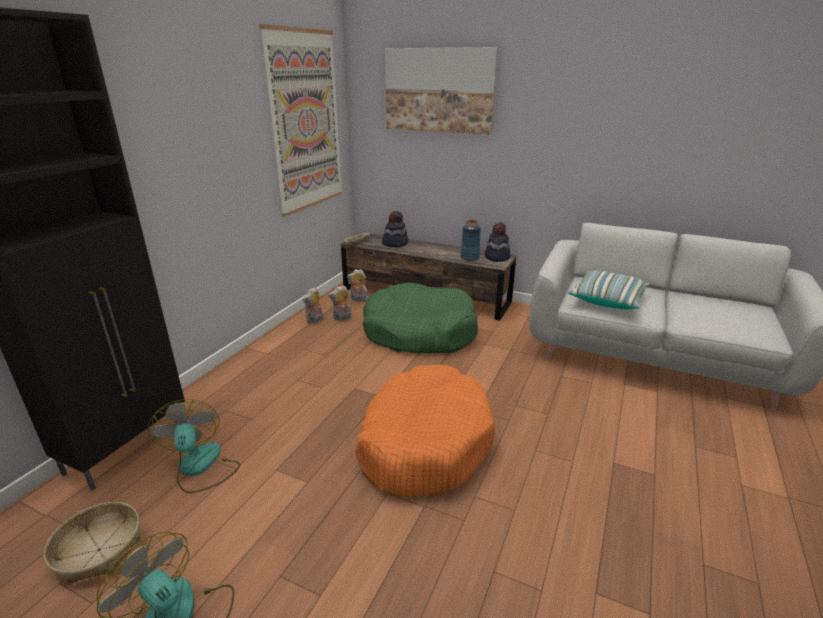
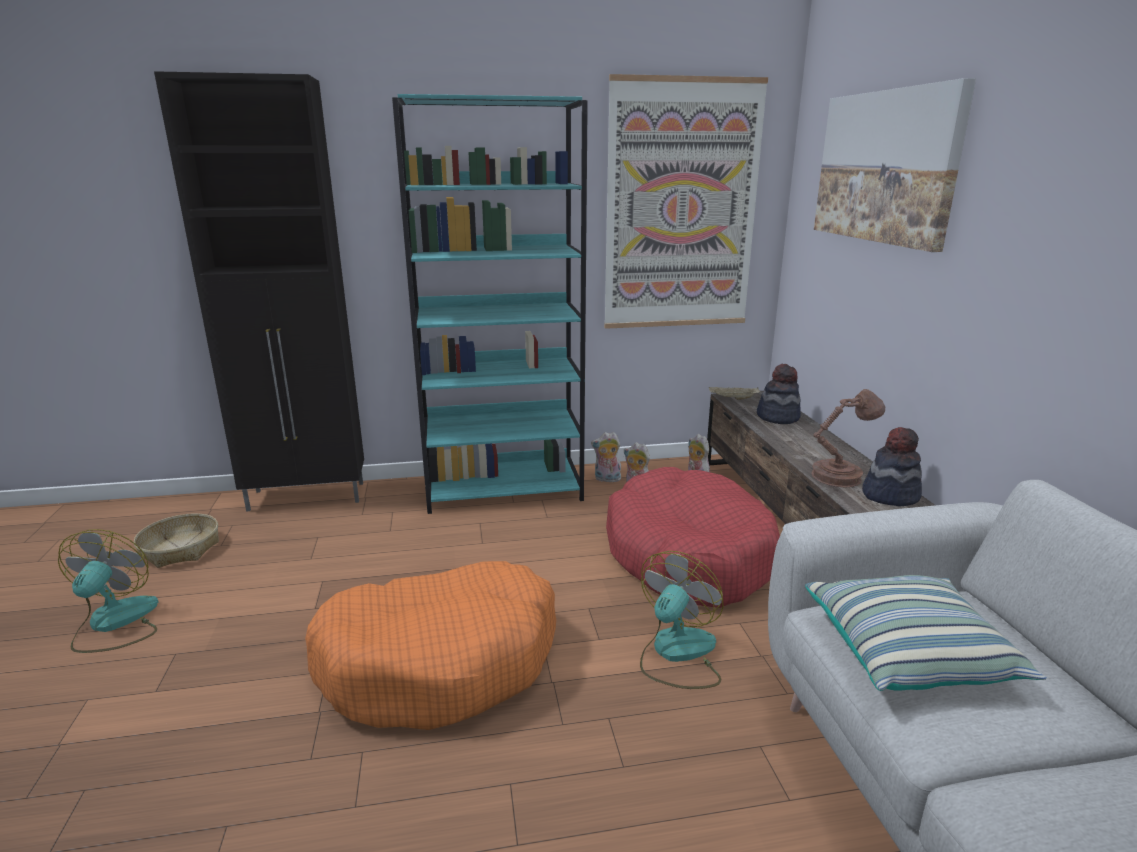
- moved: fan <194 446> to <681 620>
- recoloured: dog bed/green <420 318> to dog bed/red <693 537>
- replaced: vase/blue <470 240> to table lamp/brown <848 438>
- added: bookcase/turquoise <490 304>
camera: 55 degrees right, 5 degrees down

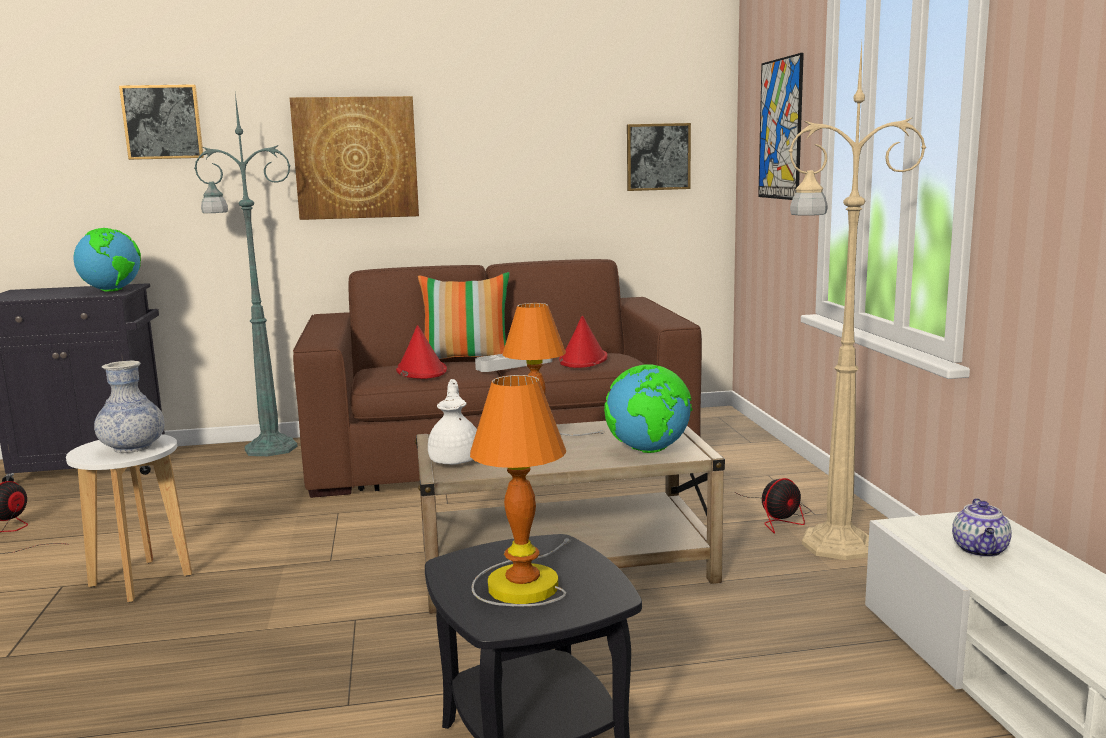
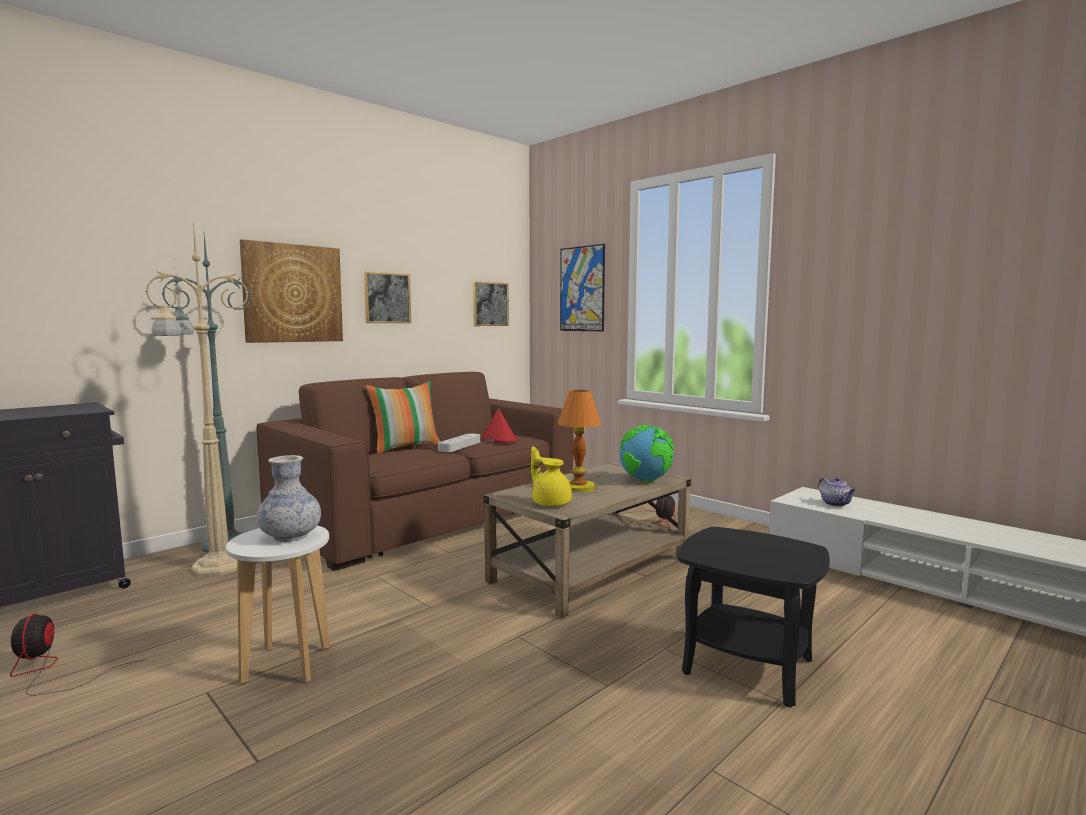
- removed: globe <107 260>
- moved: picture <161 122> to <387 297>
- removed: hat/red <421 352>
- recoloured: teapot/white <452 422> to teapot/yellow <551 476>
- removed: table lamp <520 491>
- moved: floor lamp/beige <857 302> to <197 399>
camera: 35 degrees left, 5 degrees down

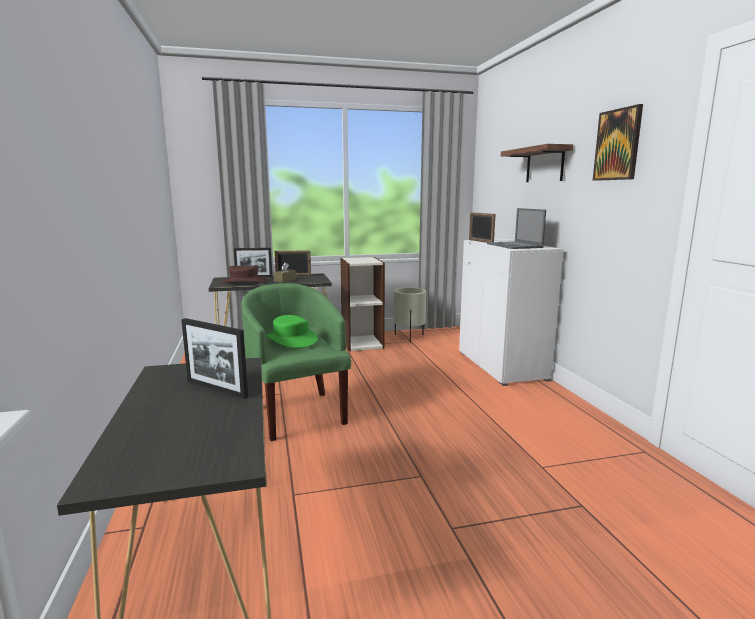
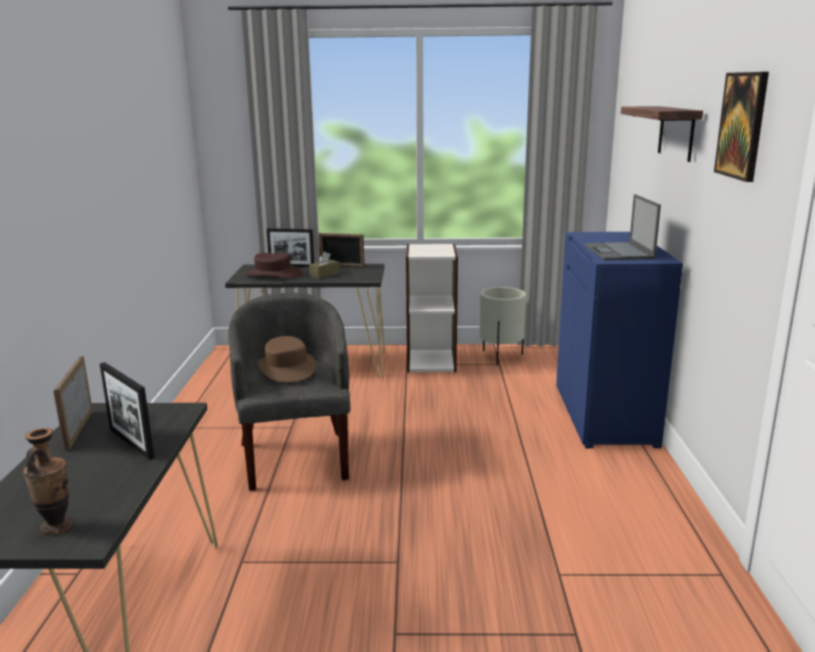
- recoloured: armchair/green <296 362> to armchair/grey <289 392>
- recoloured: hat/green <292 331> to hat/brown <287 359>
- recoloured: cabinet/white <511 312> to cabinet/blue <619 340>
- moved: picture frame <482 227> to <73 403>
- added: vase <47 481>
camera: 15 degrees right, 5 degrees up

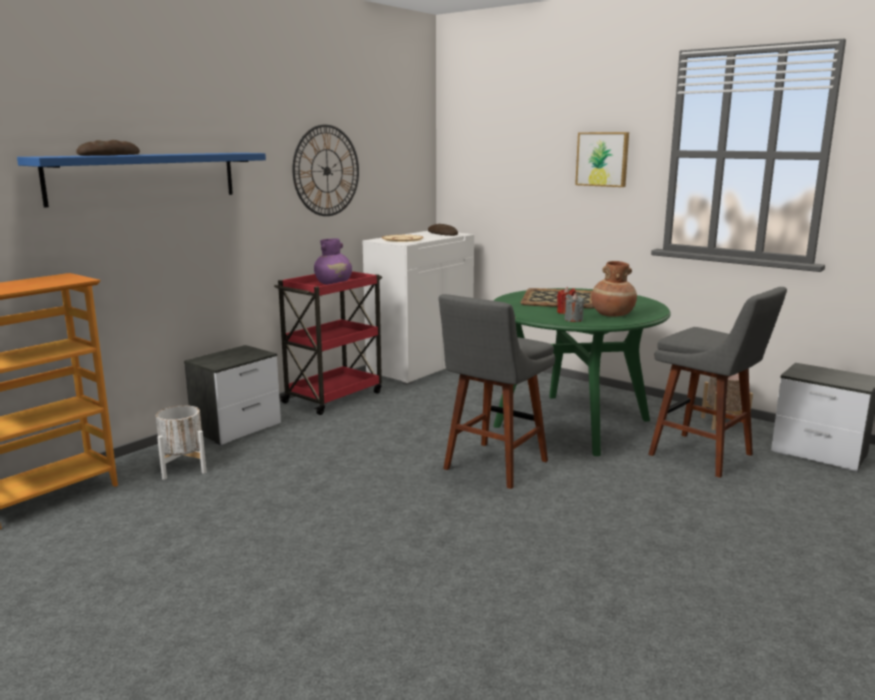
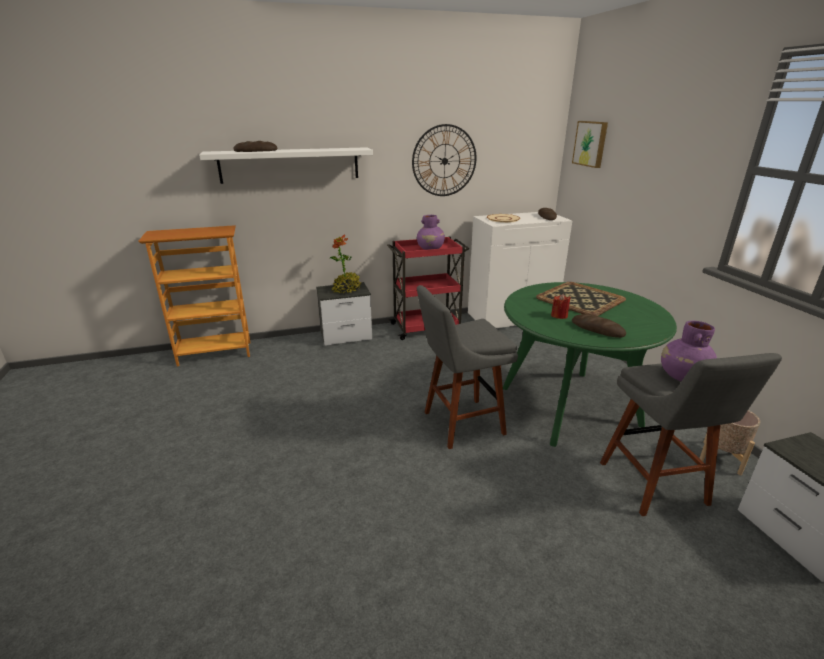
- recoloured: shelf/blue <141 180> to shelf/white <286 165>
- removed: planter/white <181 442>
- removed: candle/grey <574 307>
- moved: picture <602 159> to <590 144>
- replaced: vase/brown <614 289> to bread <599 326>
- added: potted plant <345 263>
- added: vase/purple <689 351>
camera: 35 degrees right, 10 degrees up

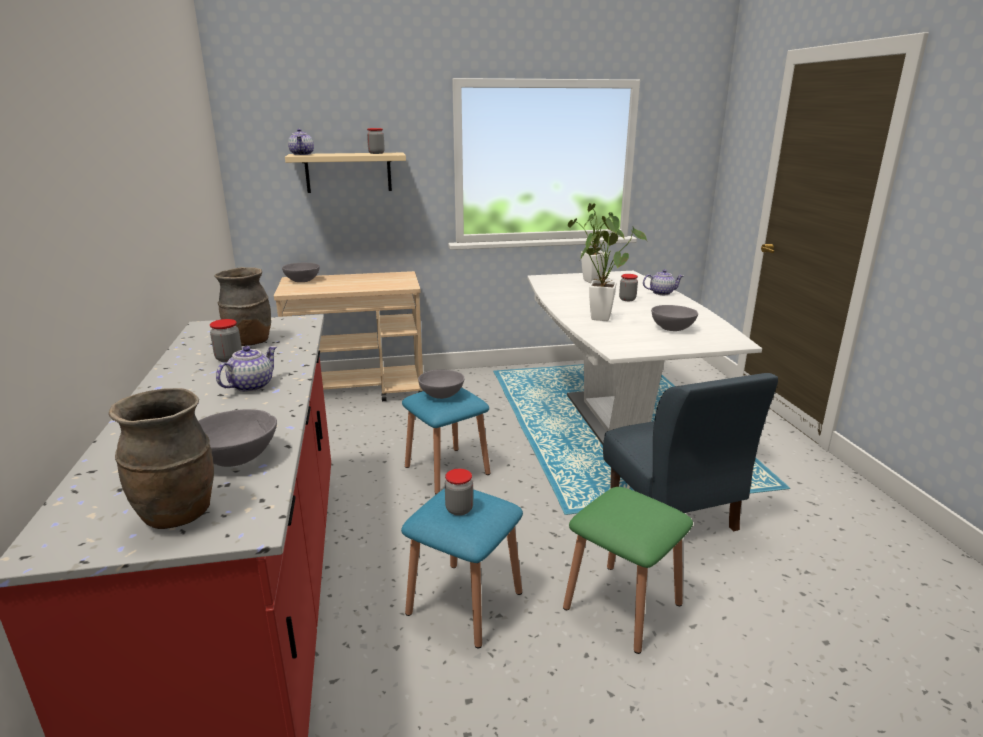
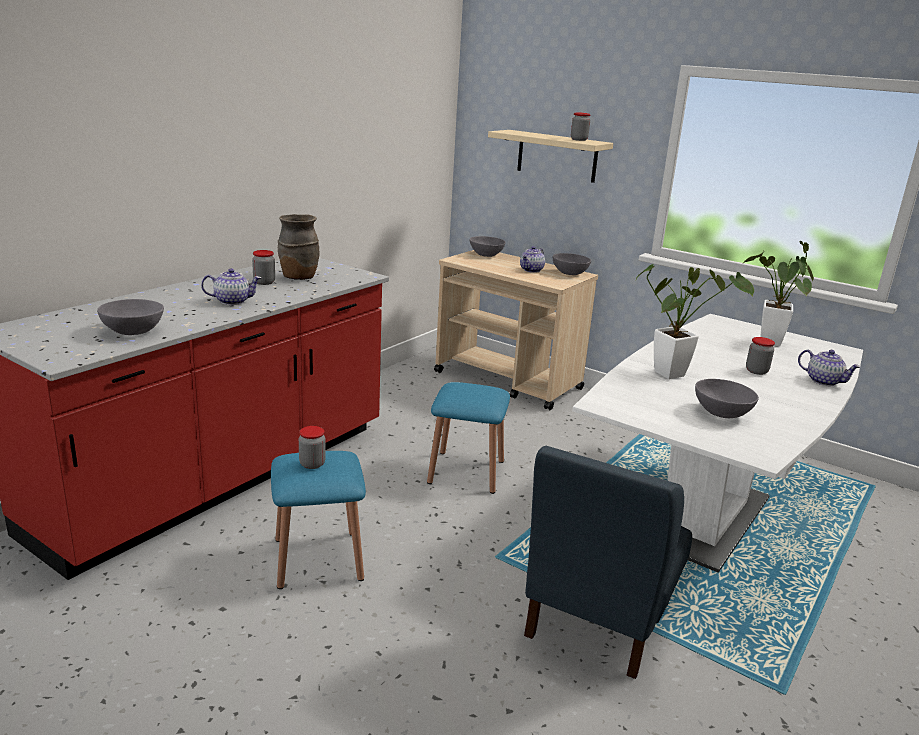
- removed: vase/brown <161 458>
- moved: teapot <301 142> to <532 259>
- moved: bowl/grey <441 384> to <572 264>
- removed: stool/green <628 570>
camera: 45 degrees right, 0 degrees up

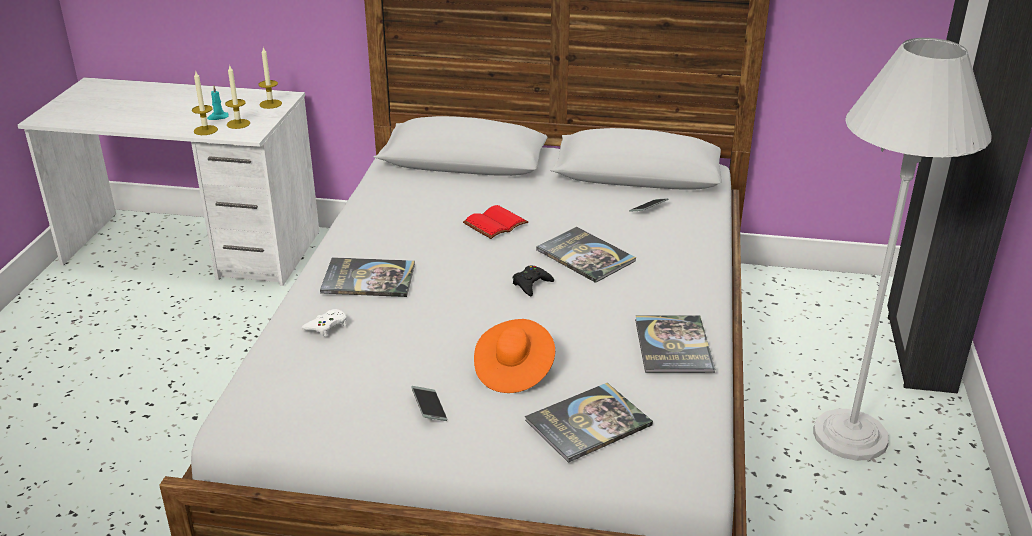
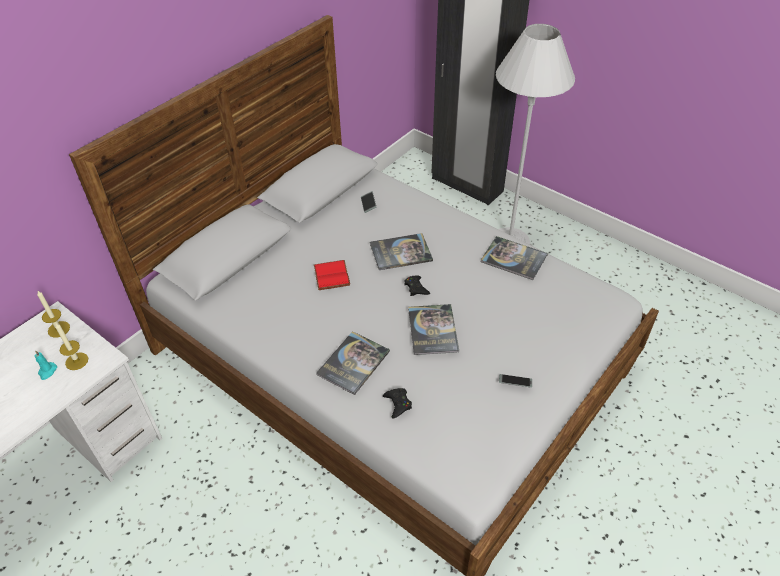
- removed: candle <205 103>
- recoloured: game controller/white <324 323> to game controller/black <397 403>
- removed: hat/orange <514 356>
- moved: book <589 423> to <433 329>
camera: 60 degrees left, 15 degrees up

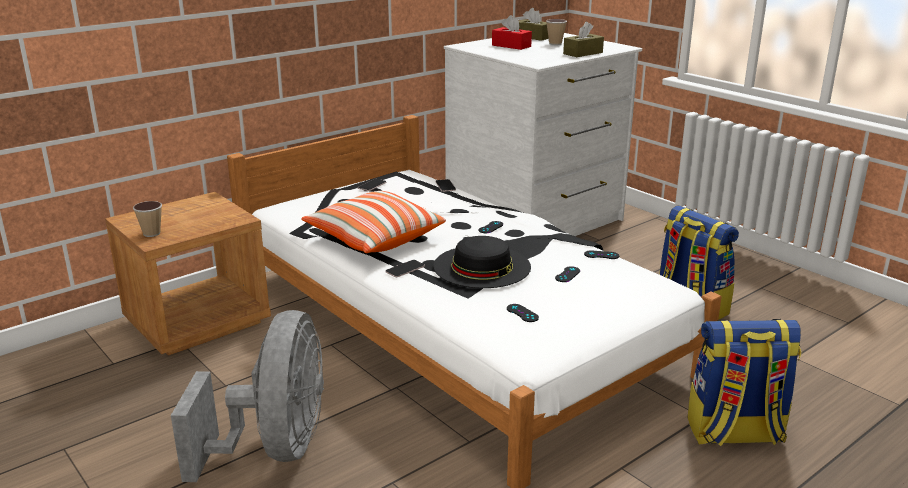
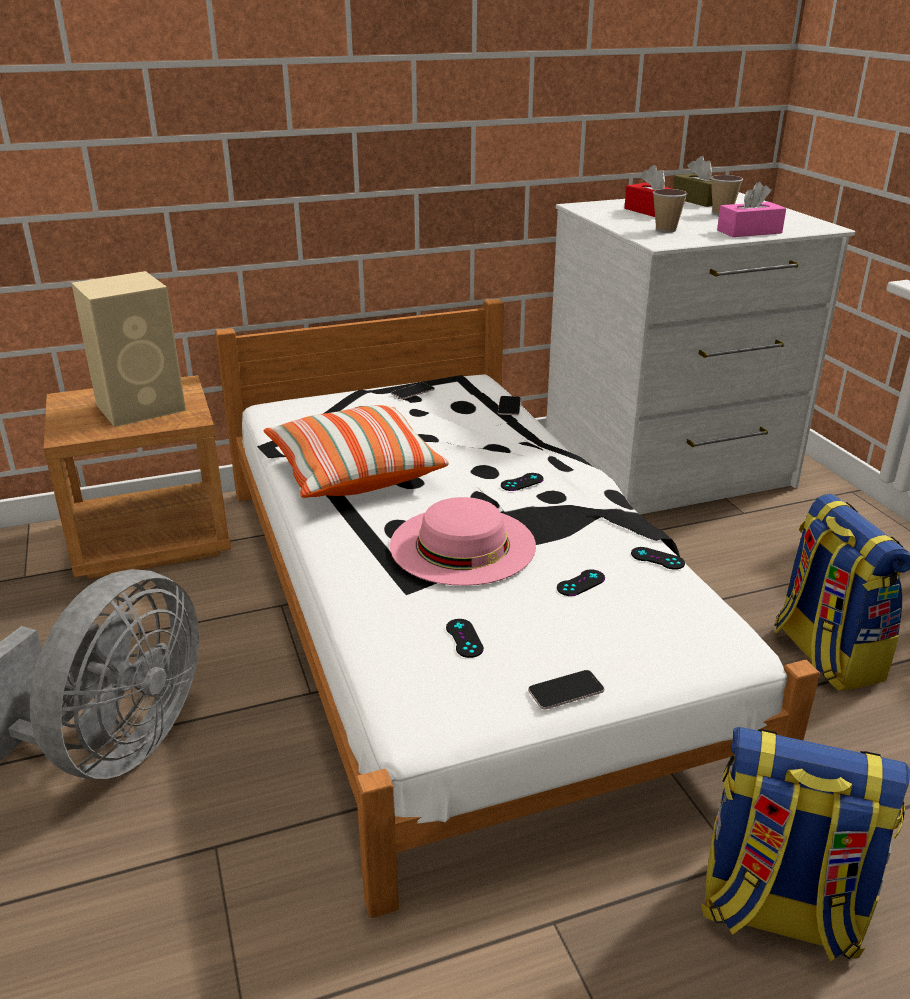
- moved: cup <147 219> to <670 211>
- moved: phone <405 268> to <566 689>
- recoloured: hat/black <482 262> to hat/pink <463 541>
- recoloured: tissue box/brown <583 39> to tissue box/pink <751 209>
- added: speaker/beige <129 349>
camera: 20 degrees right, 5 degrees up

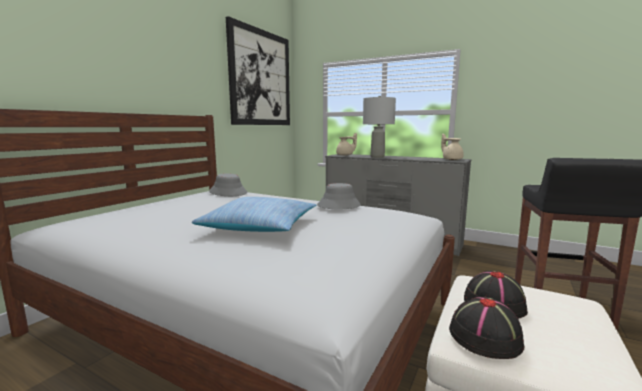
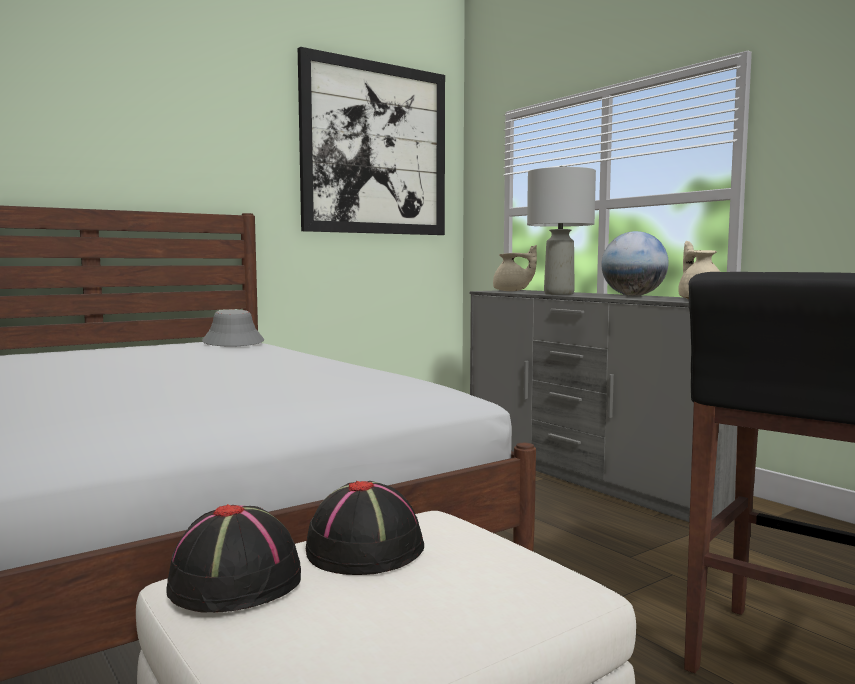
- removed: pillow <254 214>
- removed: hat/grey <339 196>
- added: globe <635 263>
camera: 25 degrees right, 5 degrees down

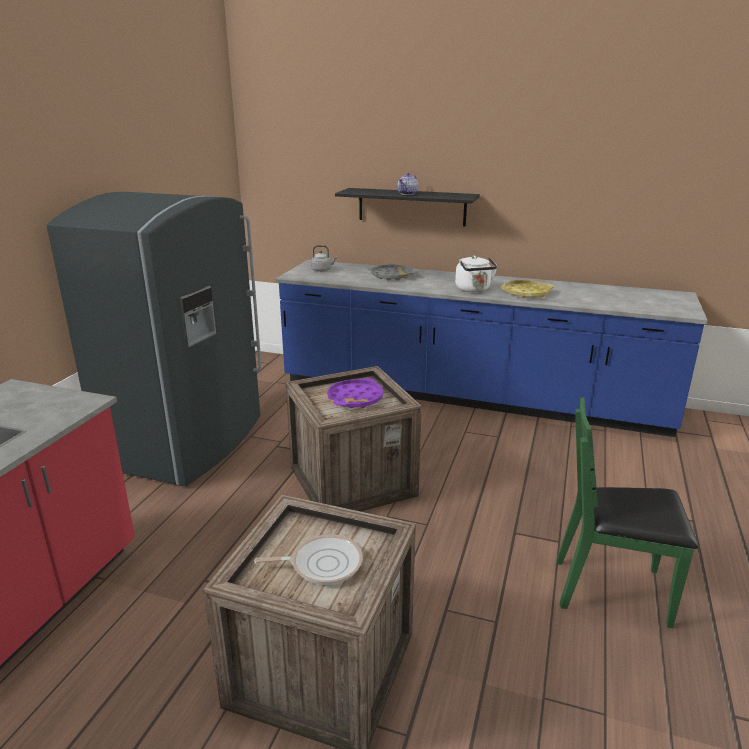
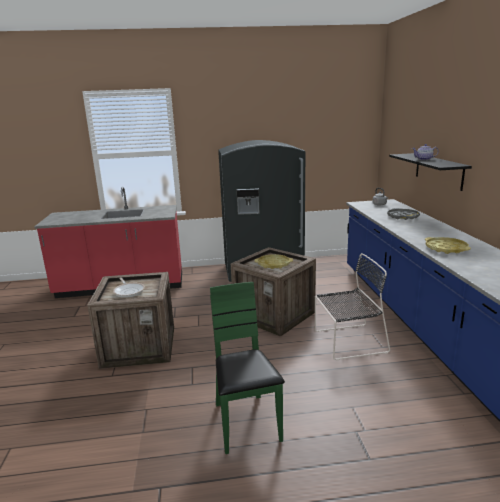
- recoloured: tray/purple <355 393> to tray/yellow <273 261>
- removed: kettle/white <476 274>
- added: chair/black <352 306>
camera: 65 degrees right, 5 degrees down

